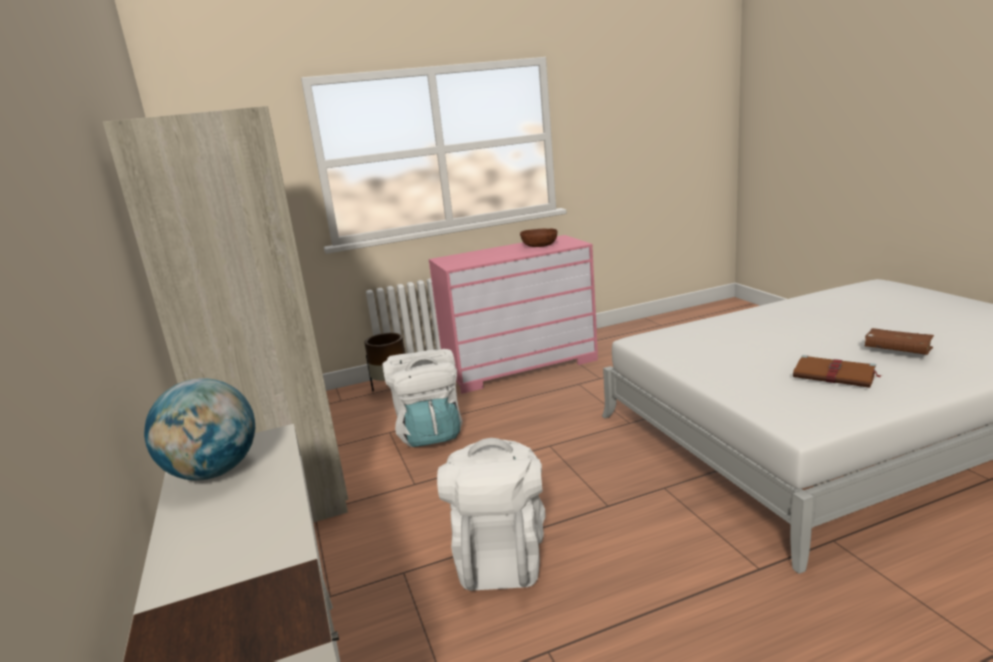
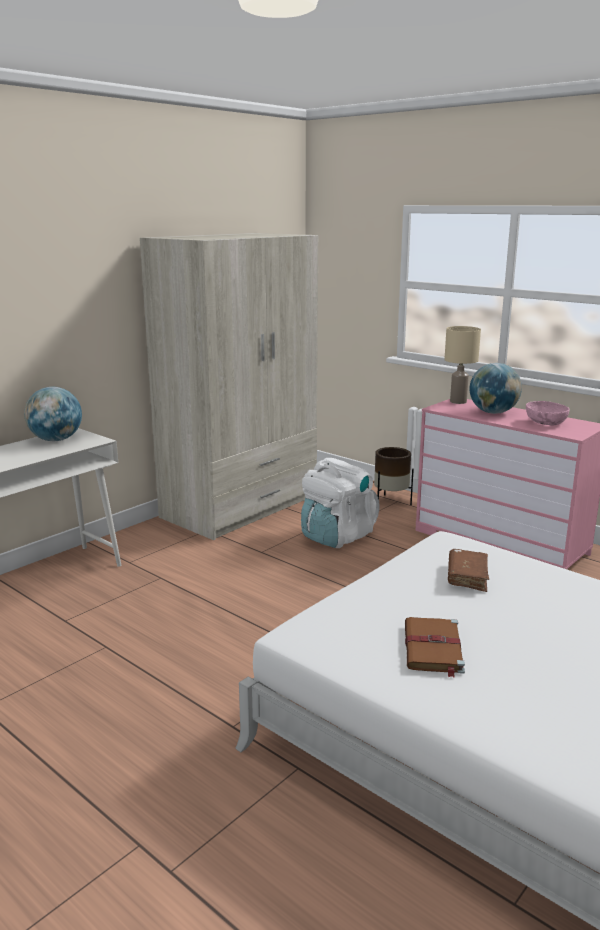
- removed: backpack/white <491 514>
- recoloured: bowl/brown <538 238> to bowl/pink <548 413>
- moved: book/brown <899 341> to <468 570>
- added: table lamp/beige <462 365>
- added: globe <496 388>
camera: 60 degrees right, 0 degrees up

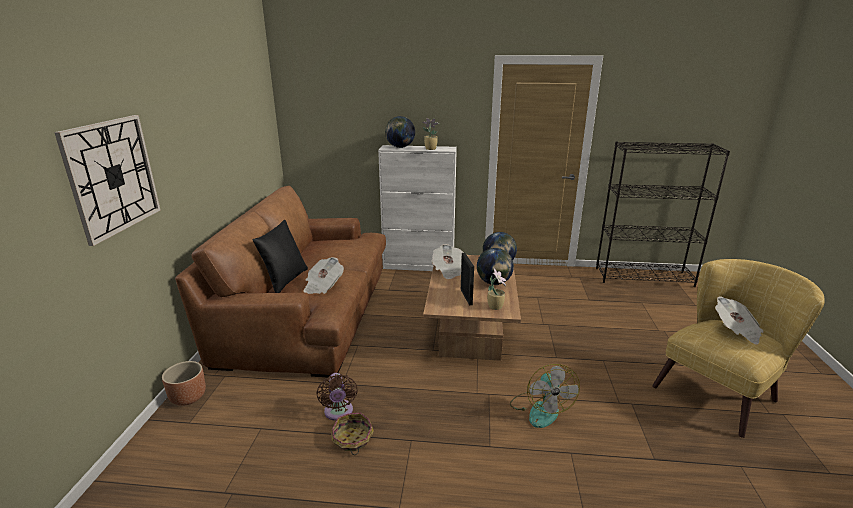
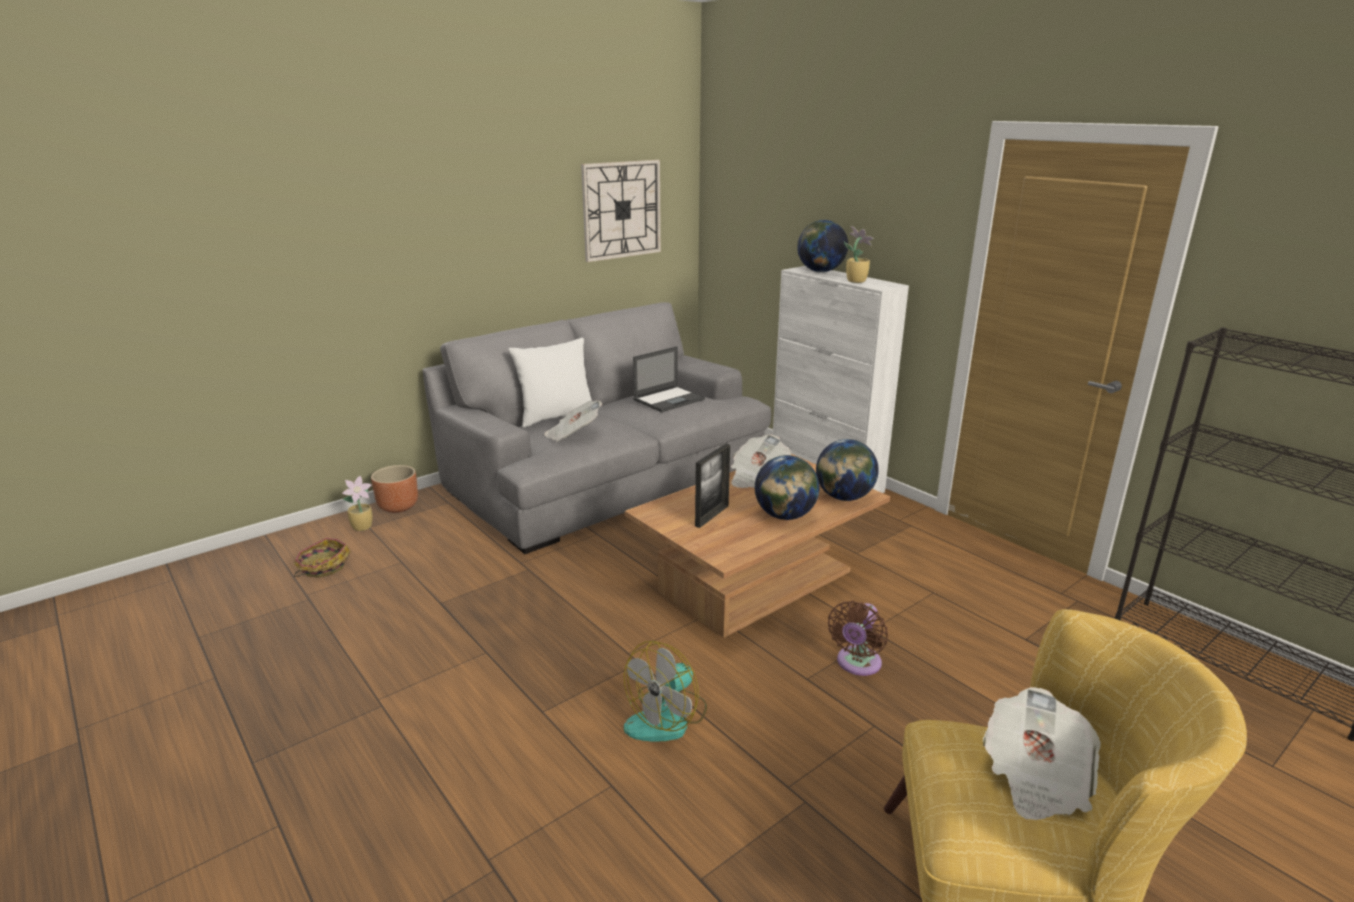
- moved: wall clock <107 180> to <621 211>
- recoloured: sofa/brown <280 282> to sofa/grey <596 428>
- recoloured: pillow/black <280 256> to pillow/white <553 383>
- moved: fan/brown <337 397> to <858 638>
- moved: basket <352 434> to <322 558>
- moved: potted plant <496 289> to <357 503>
- added: laptop <669 379>
camera: 45 degrees right, 0 degrees up

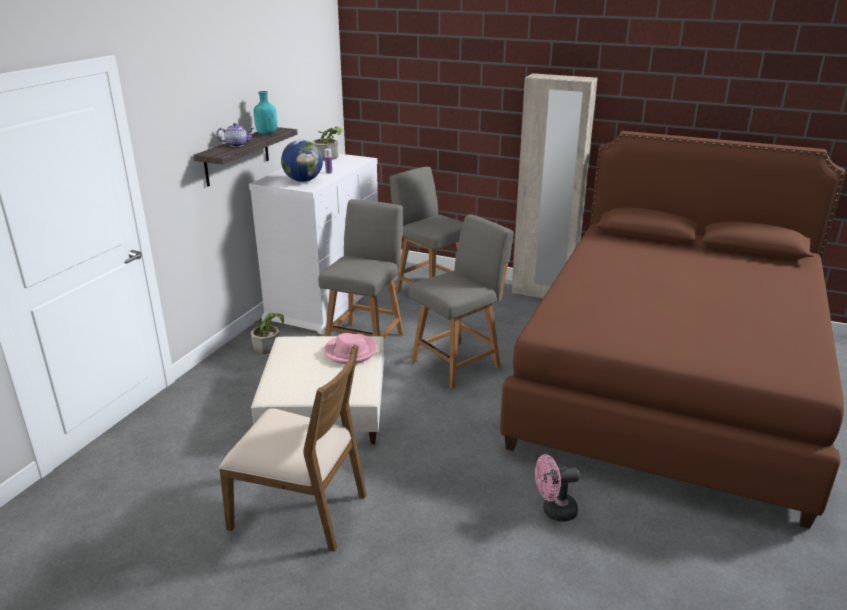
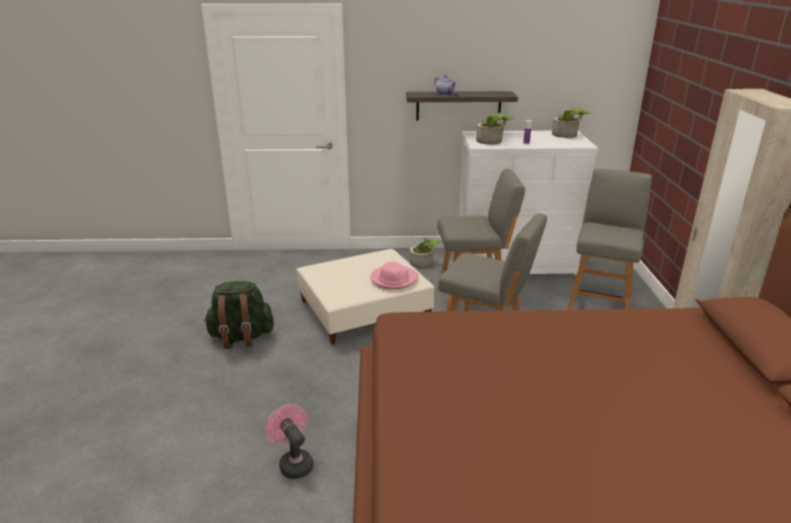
- replaced: chair/brown <292 448> to backpack/green <239 315>
- removed: bottle/turquoise <265 113>
- replaced: globe <302 161> to potted plant <495 129>
camera: 65 degrees right, 0 degrees up

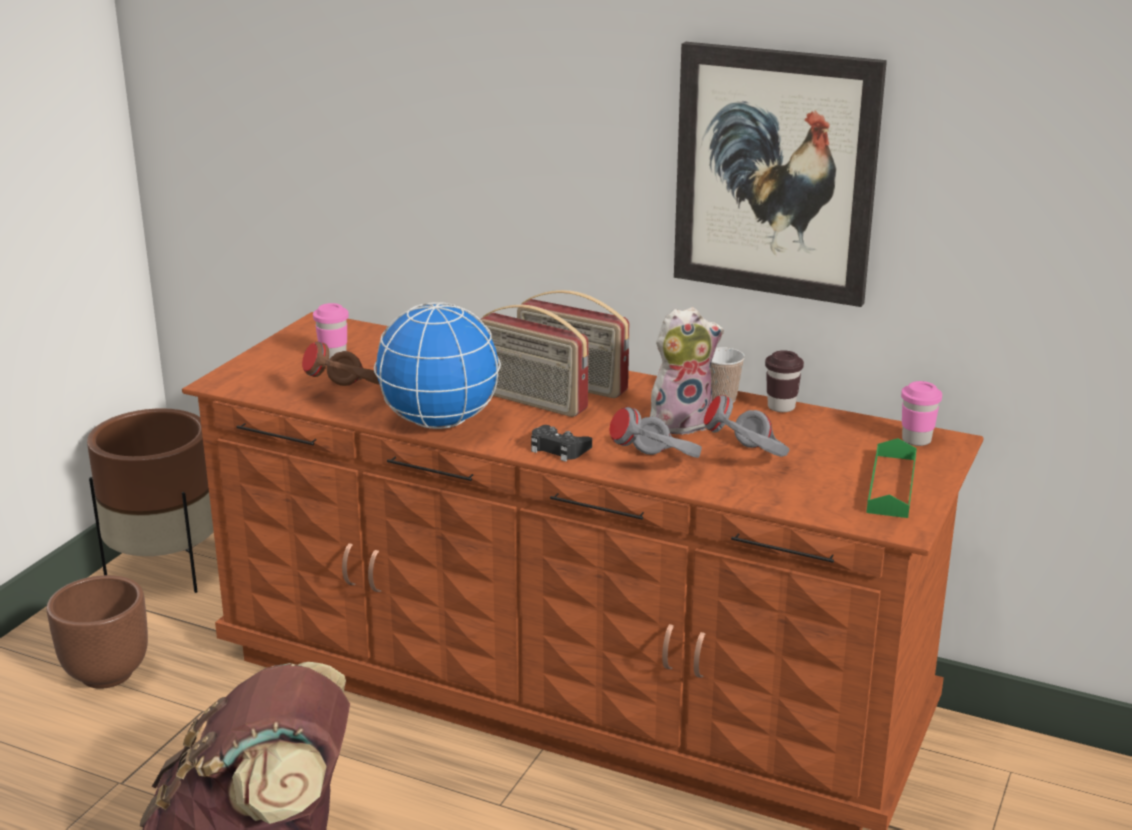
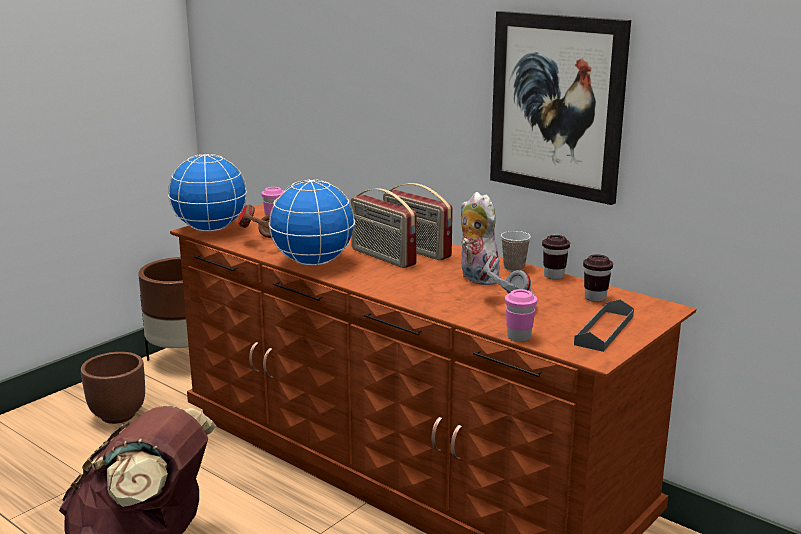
- removed: game controller/black <561 443>
- removed: headphones/grey <655 432>
- turned: plush toy <687 371> = <479 238> 120 degrees counterclockwise
- recoloured: tray/green <891 478> to tray/grey <604 325>
- moved: cup/pink <921 413> to <521 315>
- added: globe <207 193>
- added: cup/brown <598 278>
camera: 15 degrees right, 5 degrees down

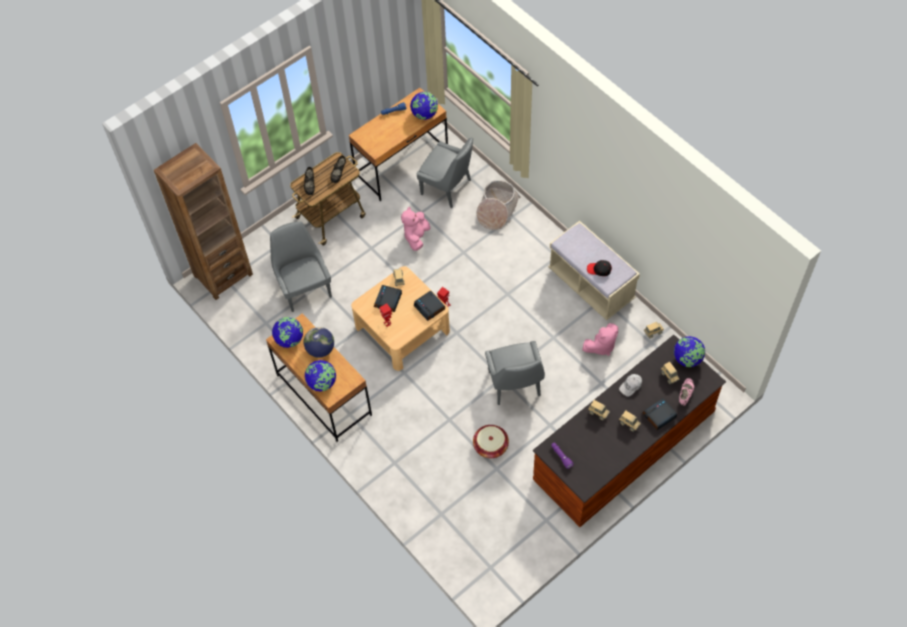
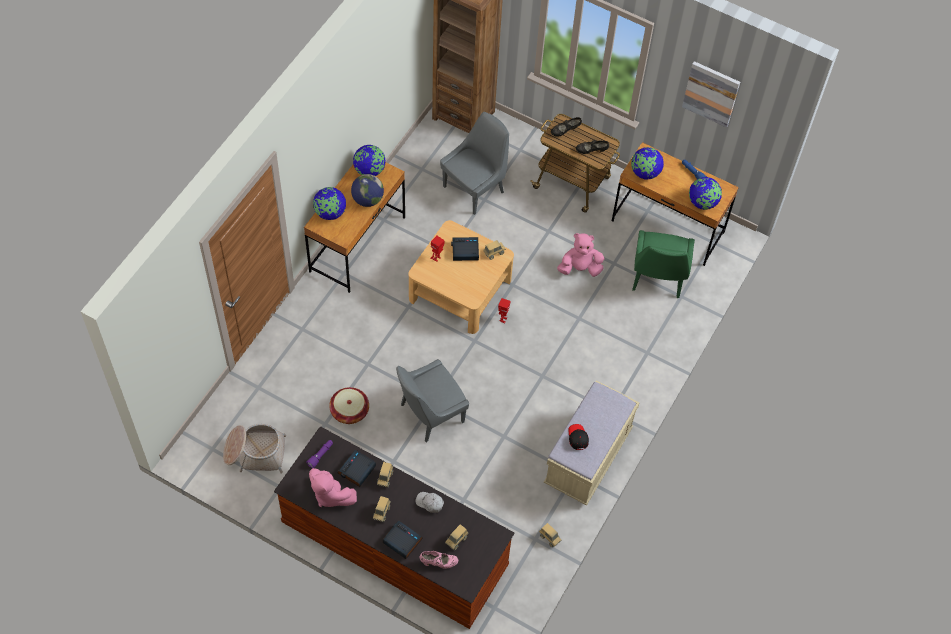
- moved: alarm clock <429 306> to <357 468>
- recoloured: chair/grey <445 172> to chair/green <663 264>
- moved: basket <498 205> to <254 448>
- moved: plush toy/pink <600 339> to <333 487>
- moved: globe <689 351> to <647 163>
- added: picture <711 94>
camera: 65 degrees right, 0 degrees up

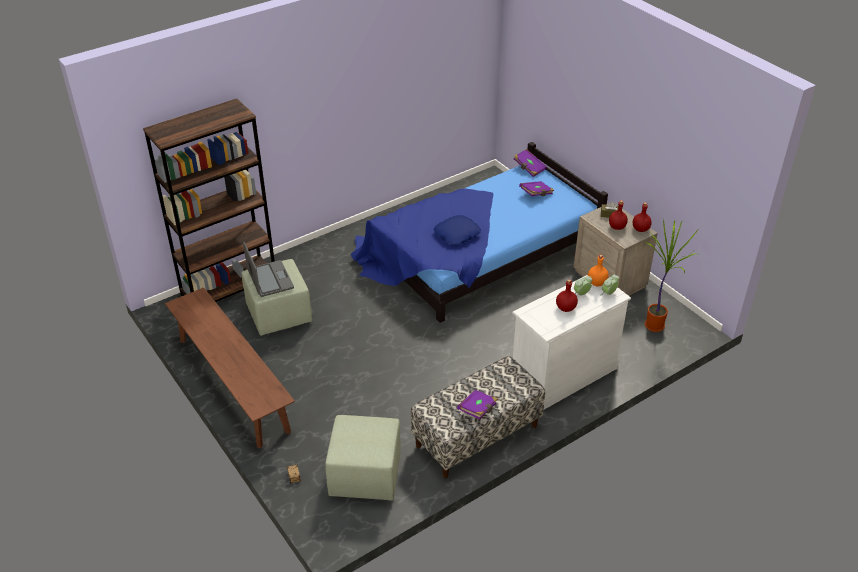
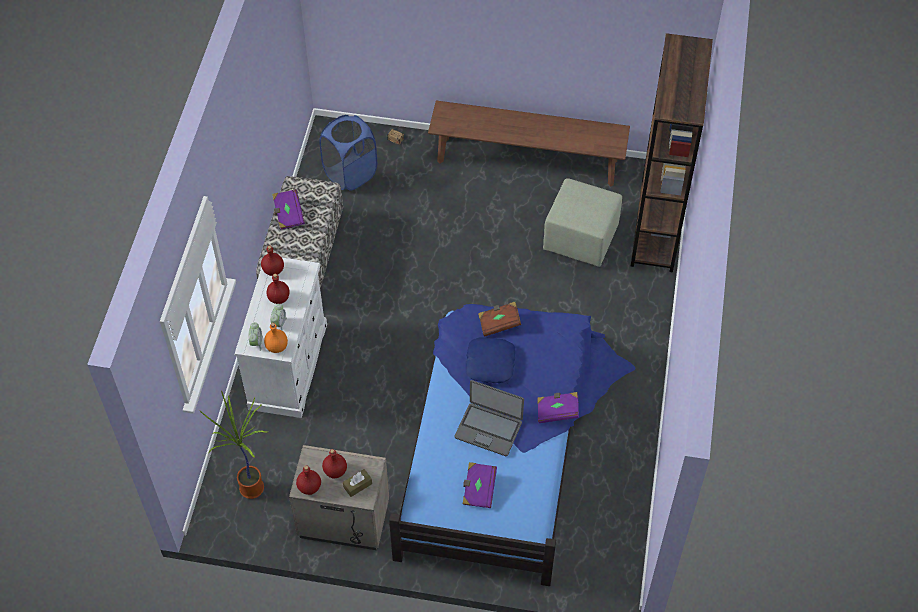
- moved: laptop <268 269> to <489 418>
- replaced: ottoman/green <363 458> to laundry basket/blue <348 153>
- moved: book/purple <530 163> to <558 407>
- added: bottle/red <272 261>
- added: book/brown <499 319>
camera: 135 degrees right, 15 degrees up

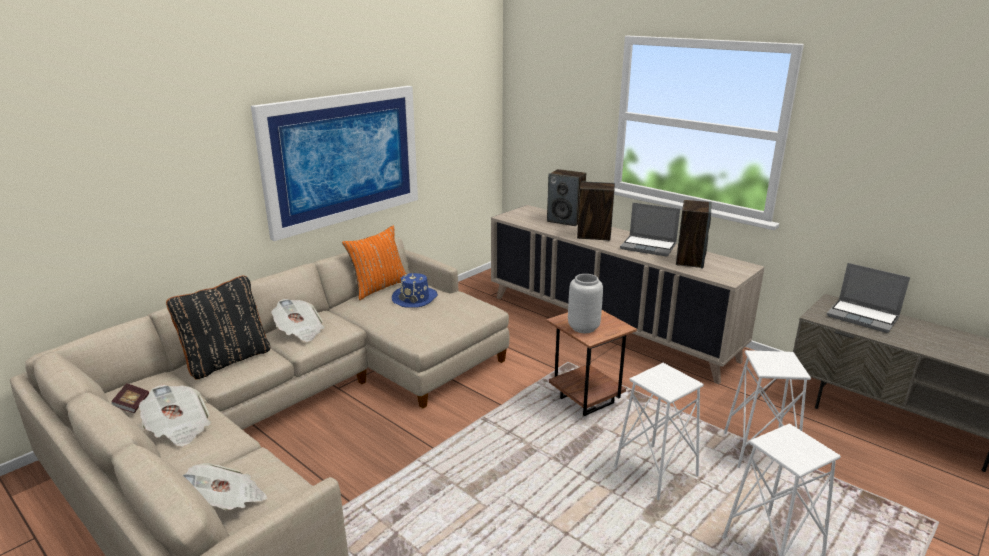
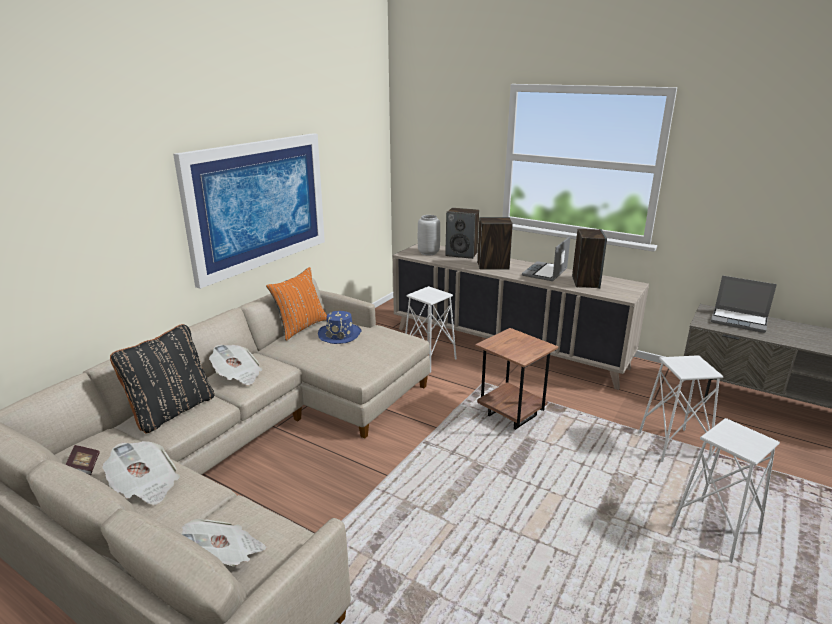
- moved: vase/grey <585 303> to <429 235>
- moved: stool/white <659 431> to <431 329>
- turned: laptop <650 230> = <546 258> 105 degrees clockwise
camera: 10 degrees left, 0 degrees up

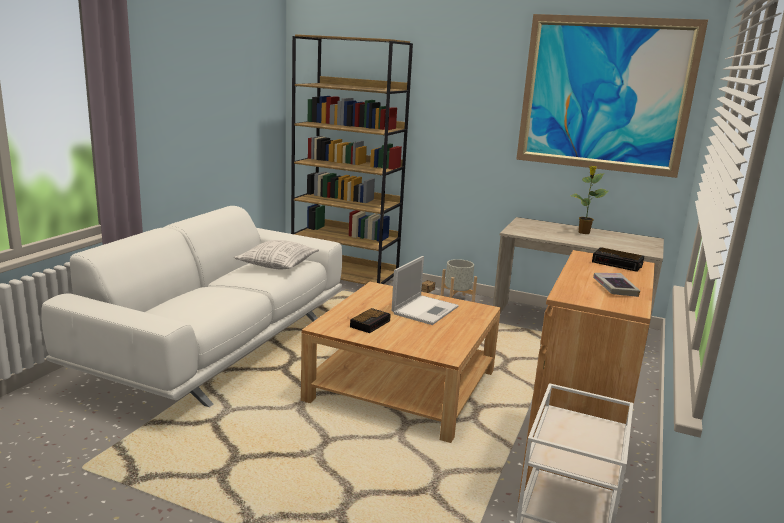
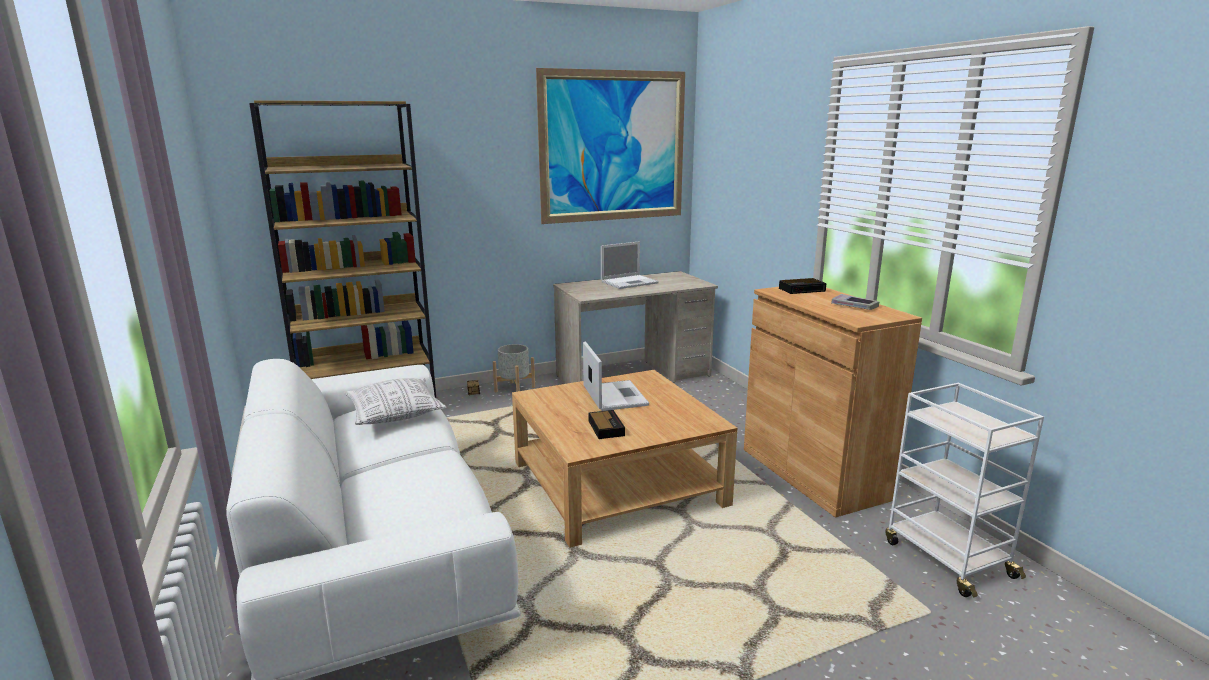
- replaced: potted plant <590 200> to laptop <630 265>
camera: 45 degrees left, 0 degrees up

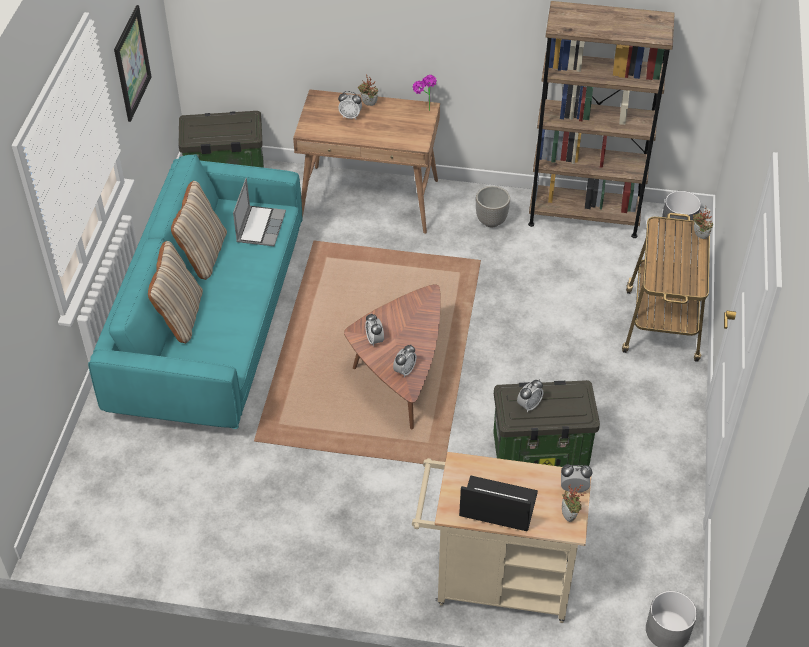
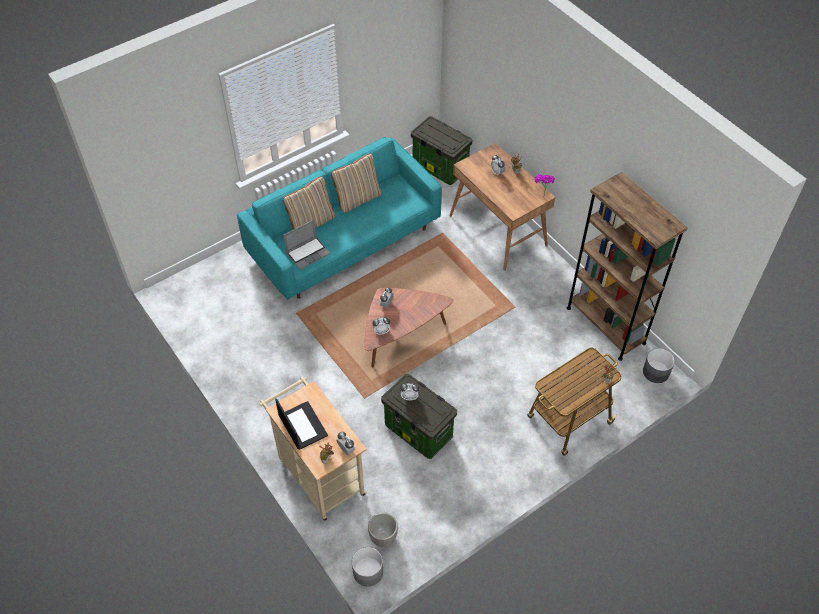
- removed: picture <132 63>
- moved: laptop <259 212> to <306 244>
- moved: planter <493 206> to <383 529>
camera: 45 degrees right, 5 degrees up

